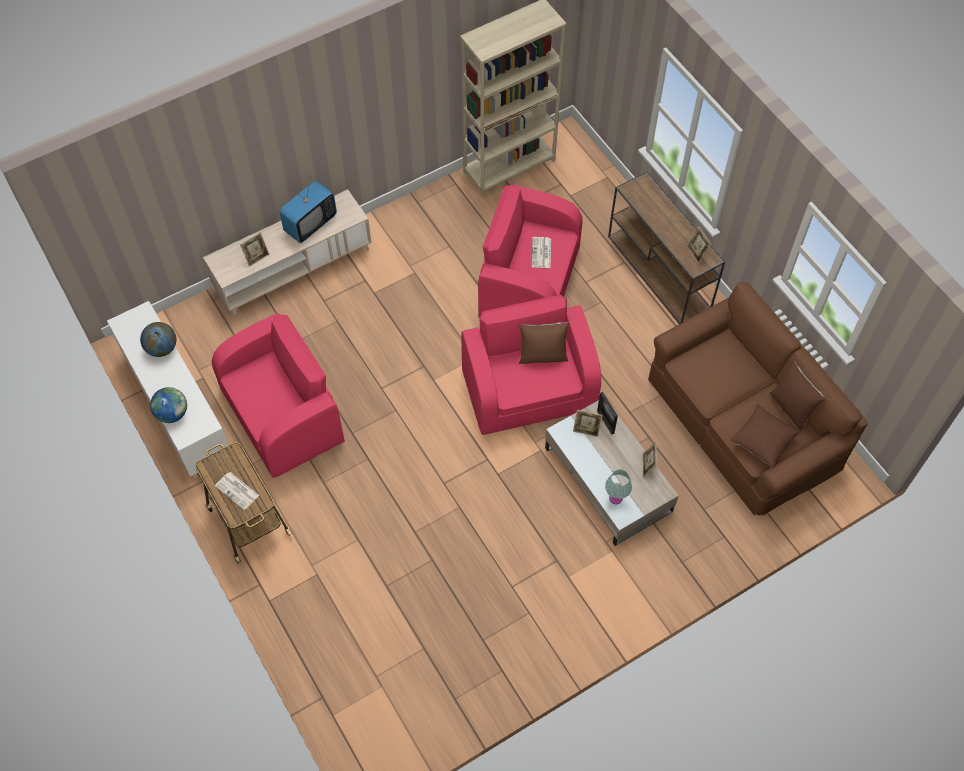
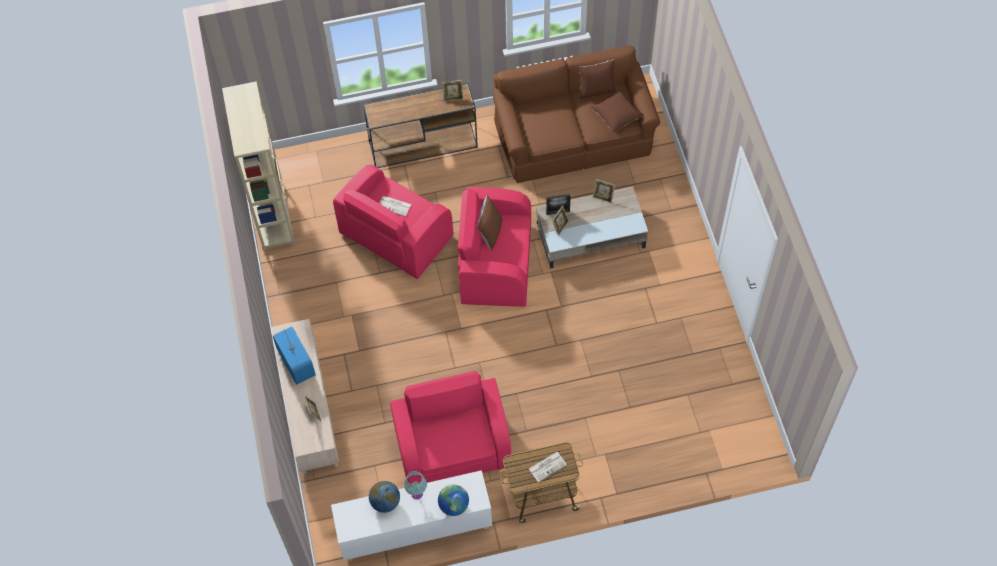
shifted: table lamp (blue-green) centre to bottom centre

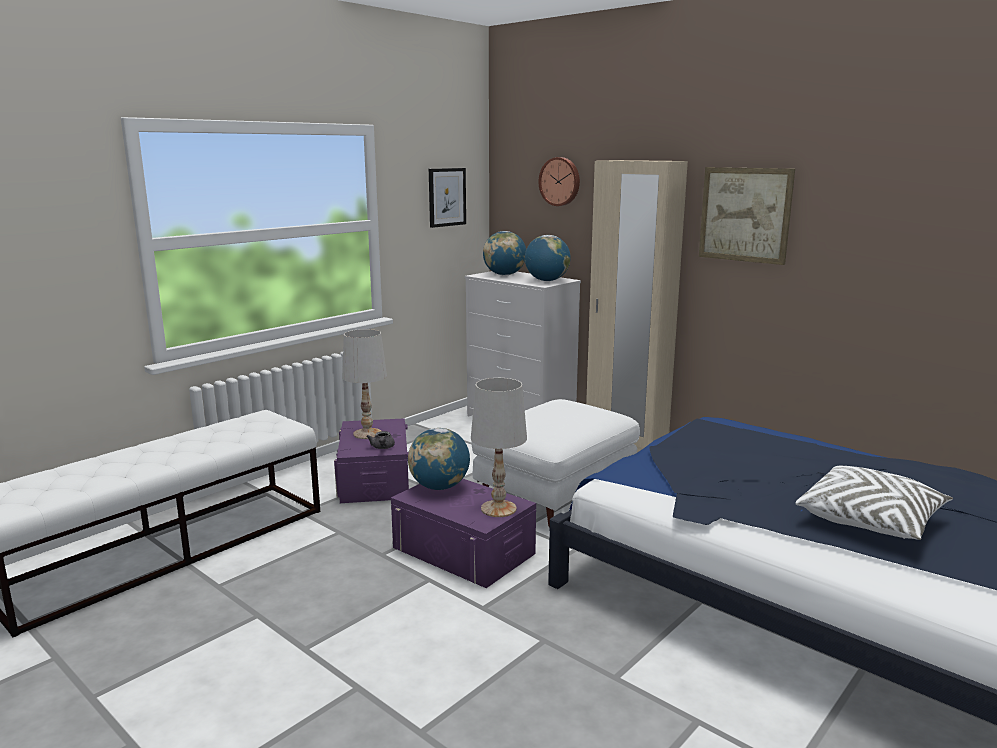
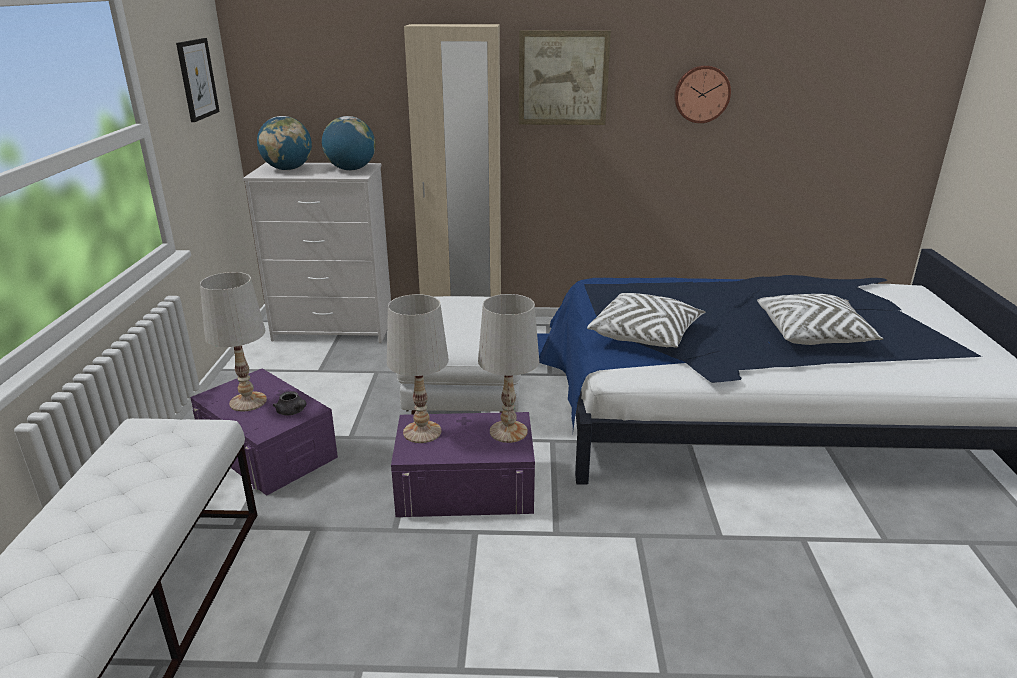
new: cushion (whitish) (no. 1 from left) centre
shifted: hanging clock top centre to top right
swapped: world globe (no. 1 from left) centre to table lamp (whitish) (no. 2 from left) centre

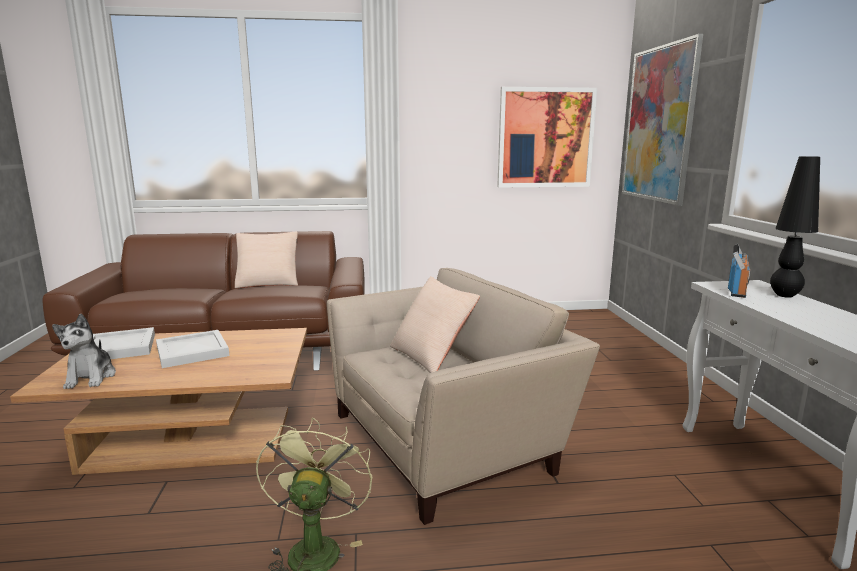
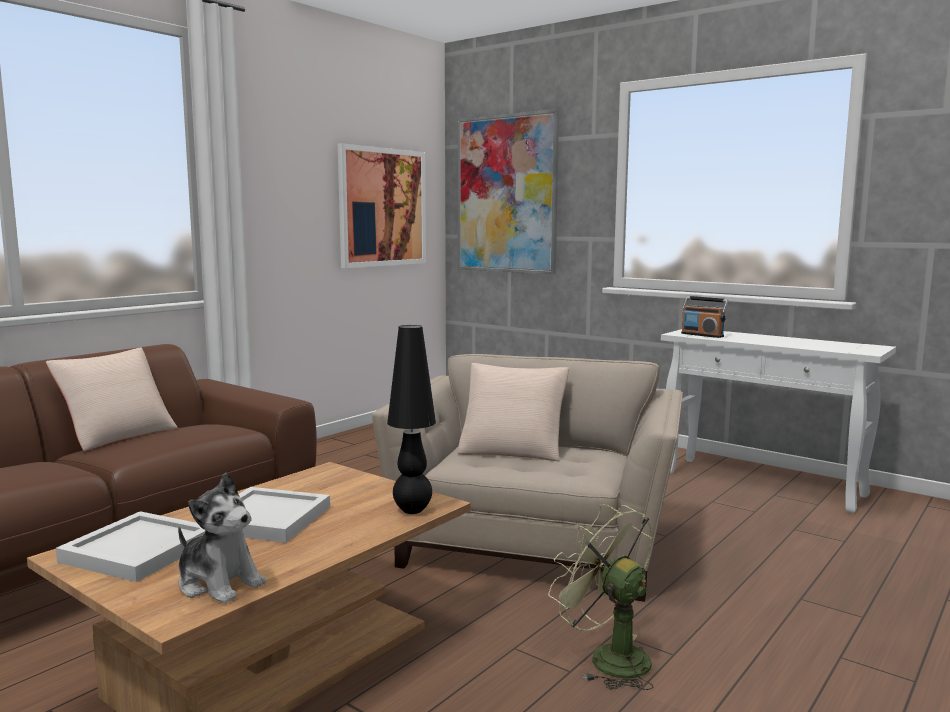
shifted: table lamp (black) middle right to centre
rotated: radio receiver middle right = middle right 150 degrees clockwise

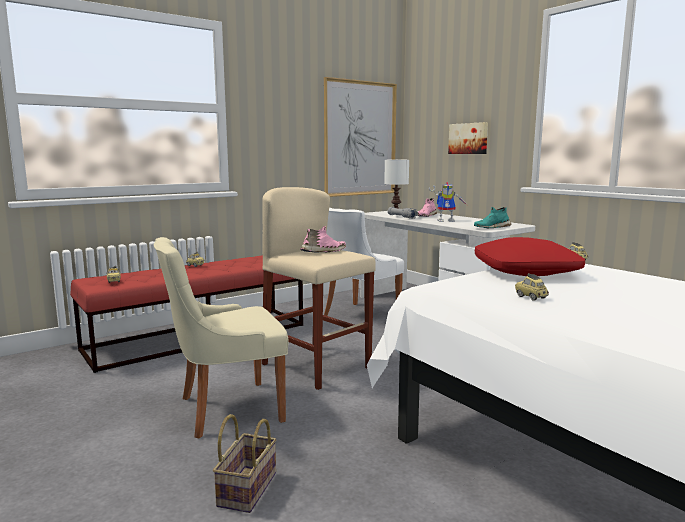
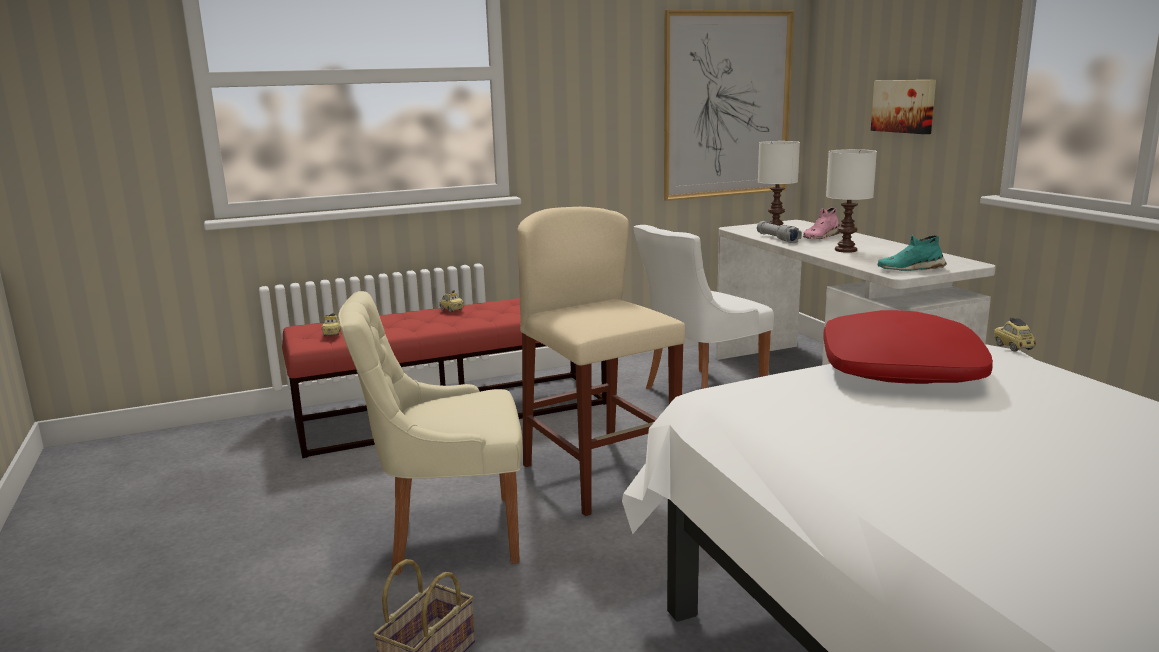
gone: shoe (pinkish) (no. 1 from left) centre; model car (no. 3 from left) middle right
swapped: model robot centre to table lamp (whitish) (no. 2 from left) top right

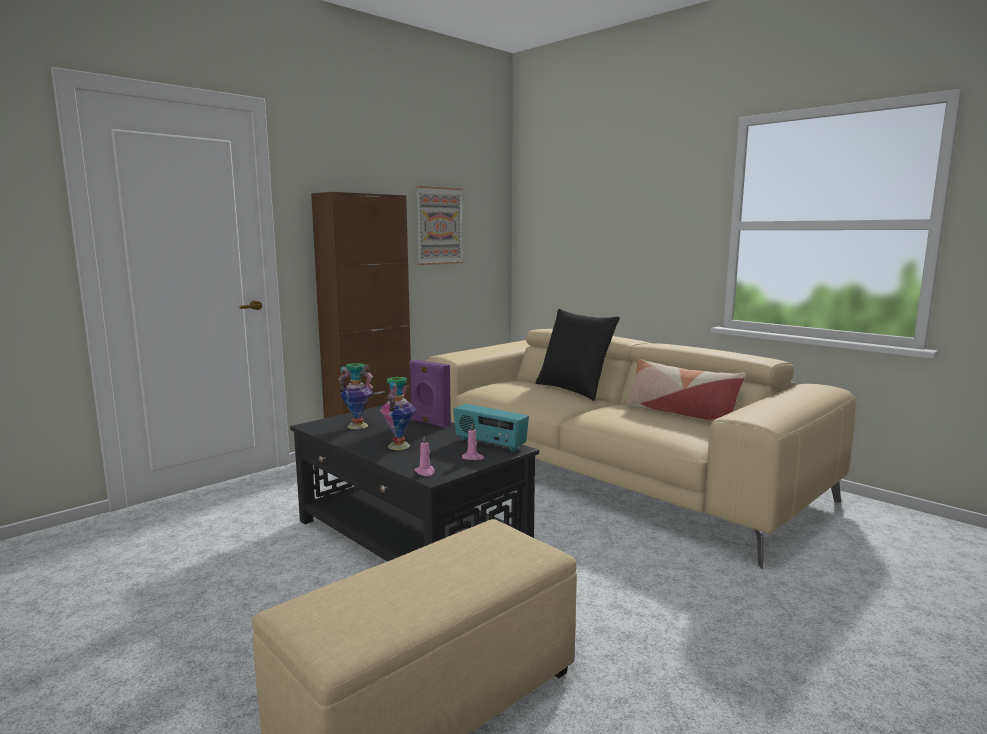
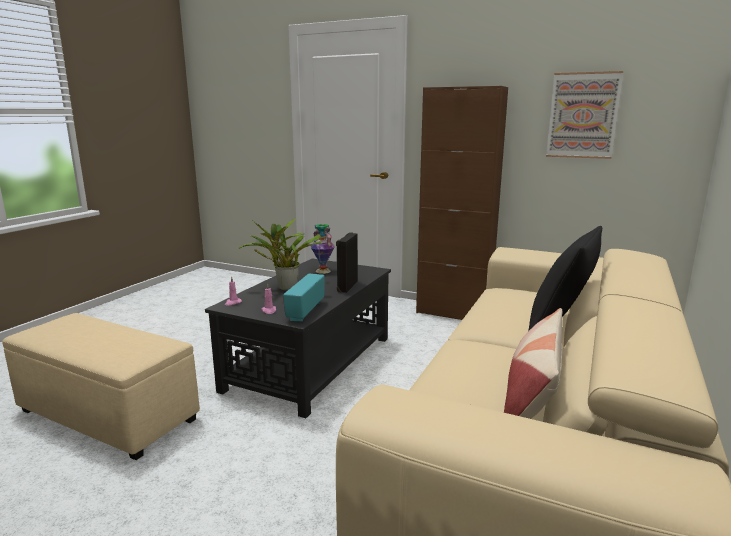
swapped: decorative vase (no. 2 from left) centre to plant in a pot centre
repainted: speaker (purplish) centre to speaker (black) centre

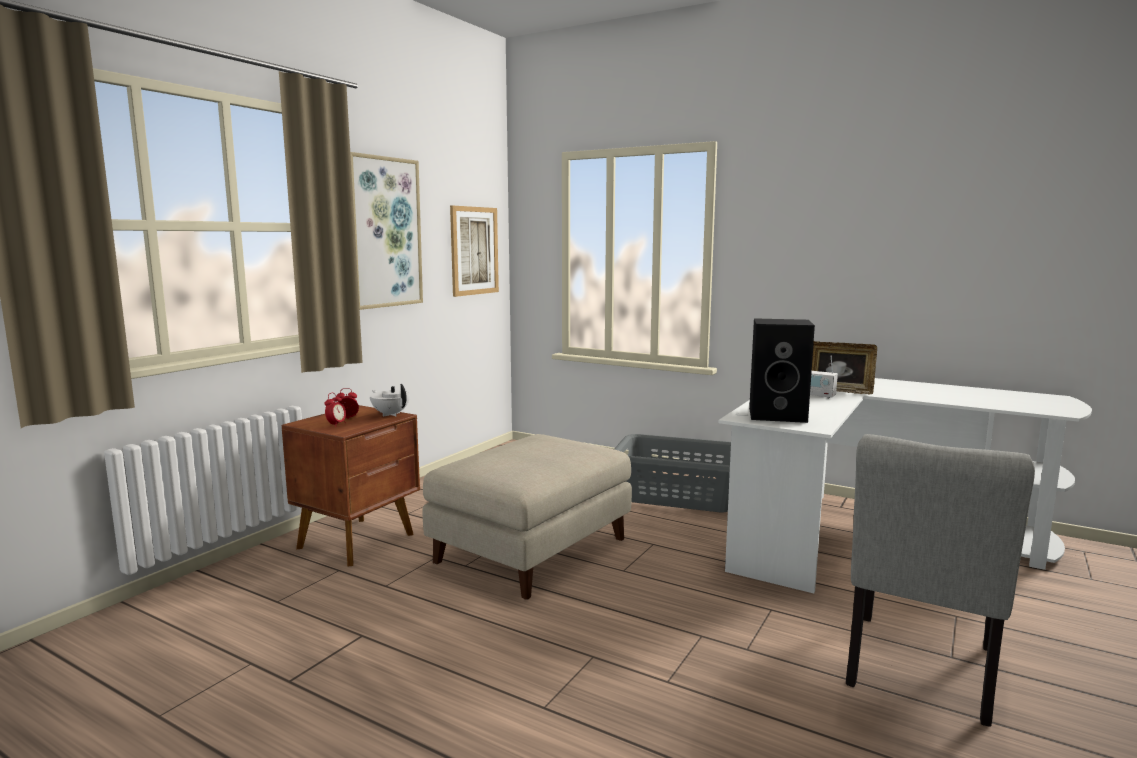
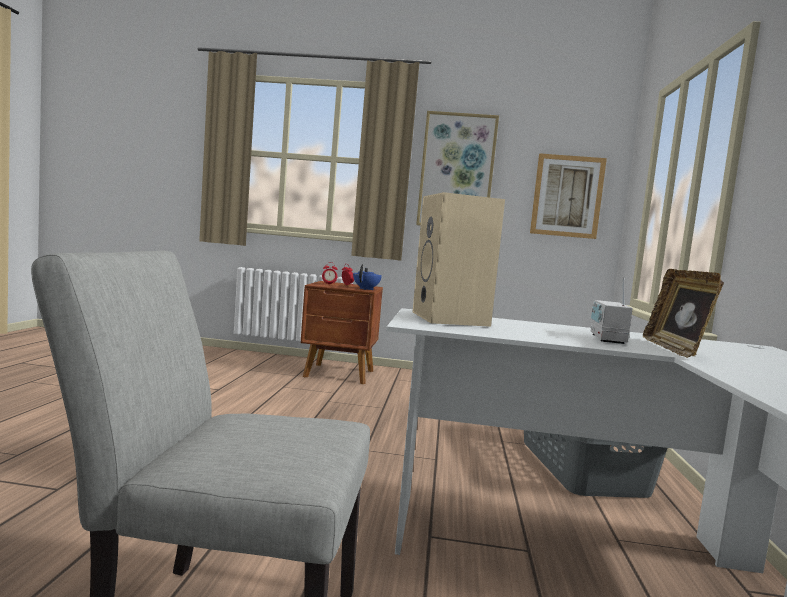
gone: ottoman (beige) bottom centre
repainted: pot for tea (whitish) centre to pot for tea (bluish) centre; speaker (black) middle right to speaker (beige) centre

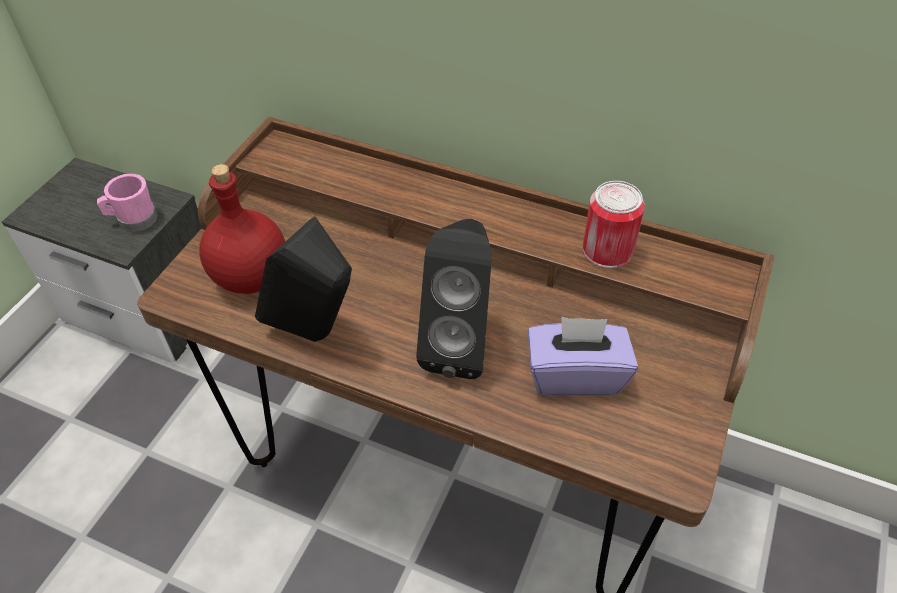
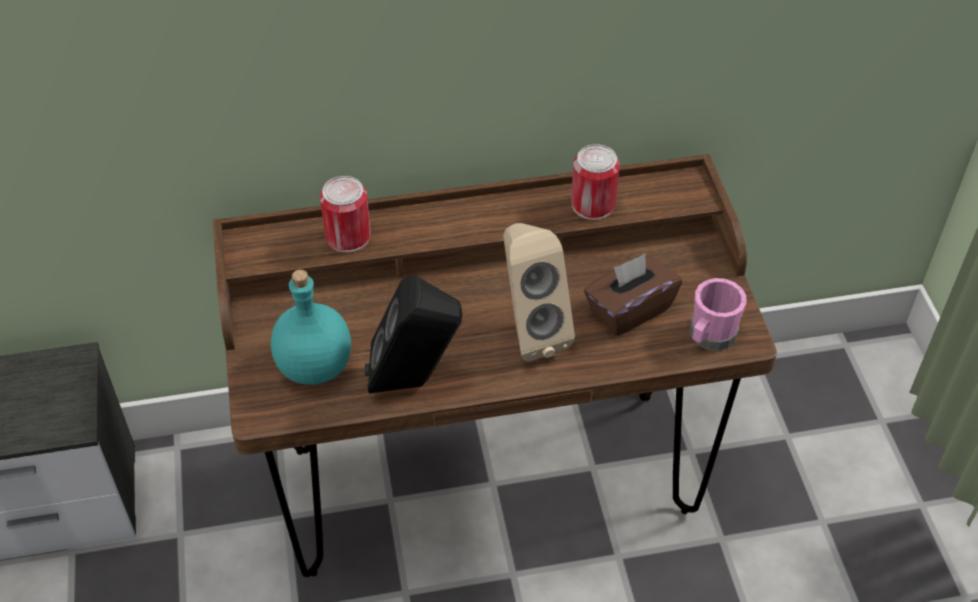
new: can (no. 1 from left) centre
shifted: mug (pinkish) middle left to middle right
repainted: bottle (reddish) middle left to bottle (blue-green) middle left; speaker (black) (no. 2 from left) centre to speaker (beige) centre; box of tissues (purplish) centre to box of tissues (brown-coloured) centre

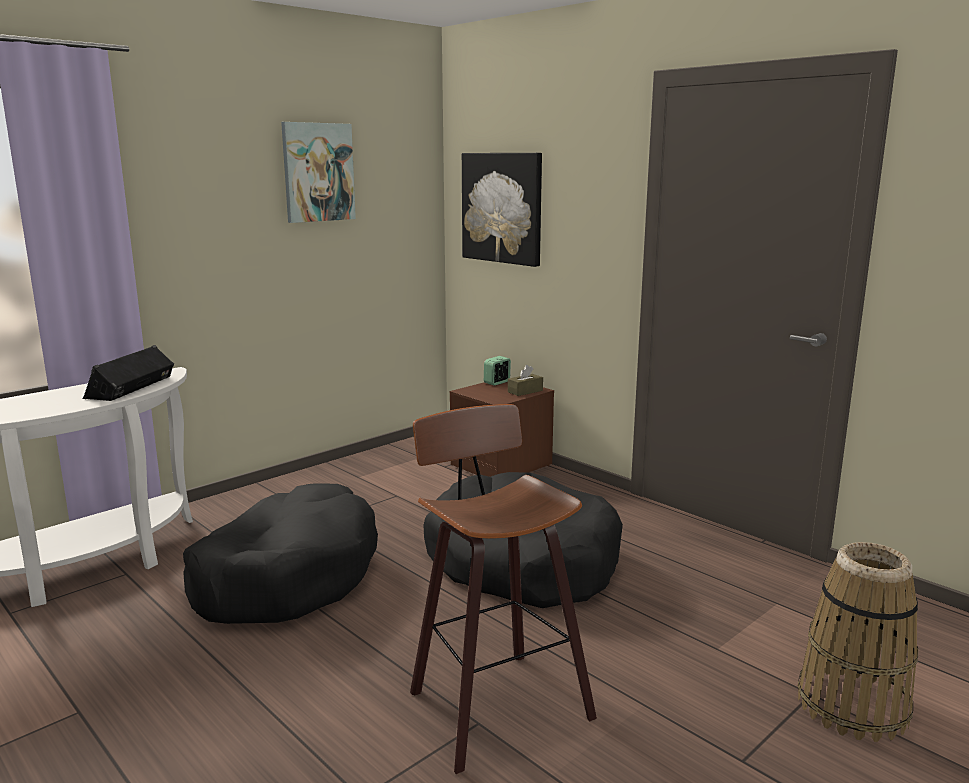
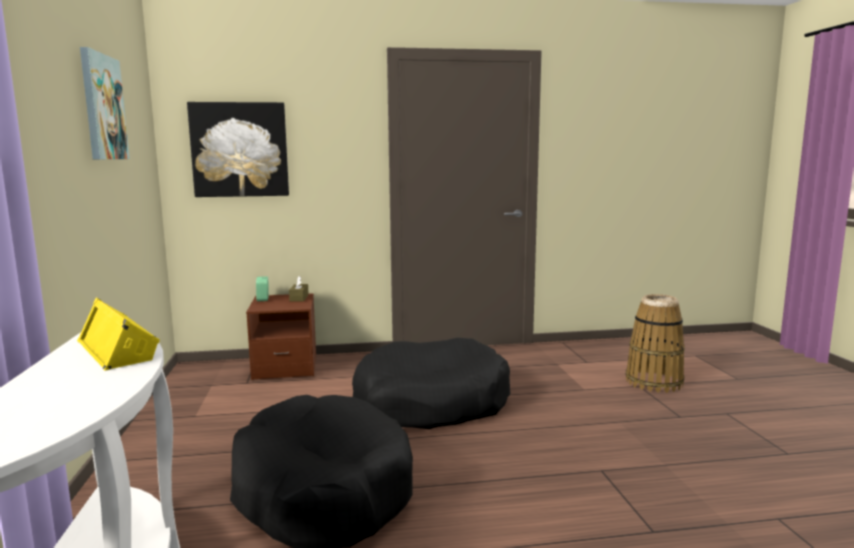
gone: sitting stool bottom centre
repainted: speaker (black) middle left to speaker (yellowish) middle left

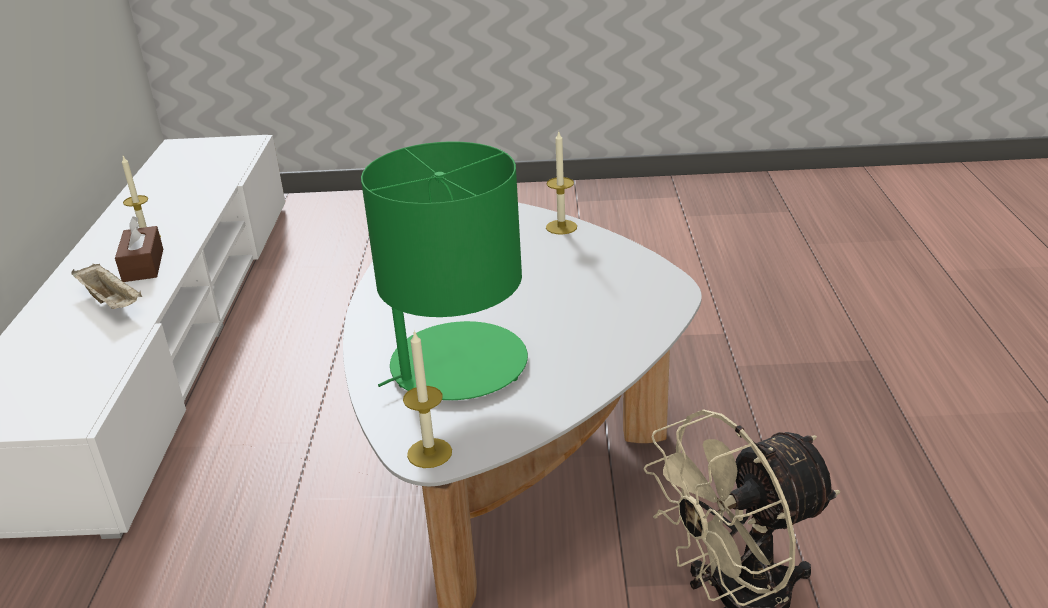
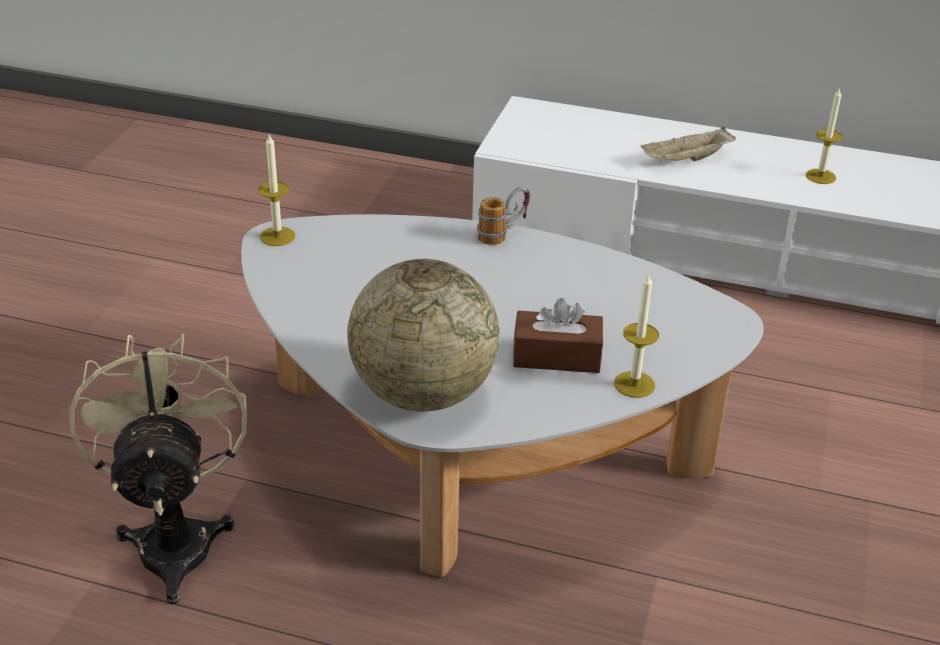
gone: table lamp (green-coloured) centre
new: world globe centre; mug centre
shifted: box of tissues (brown-coloured) middle left to centre

